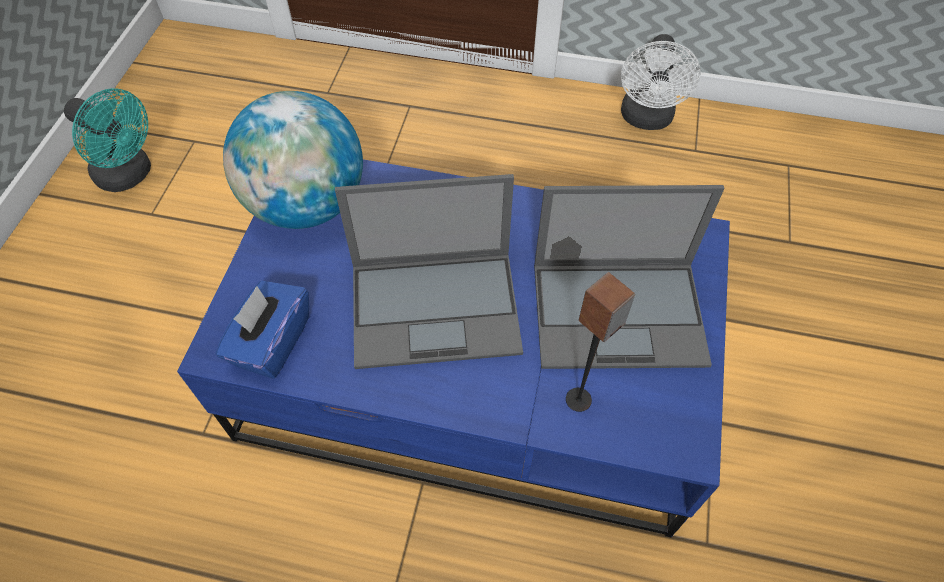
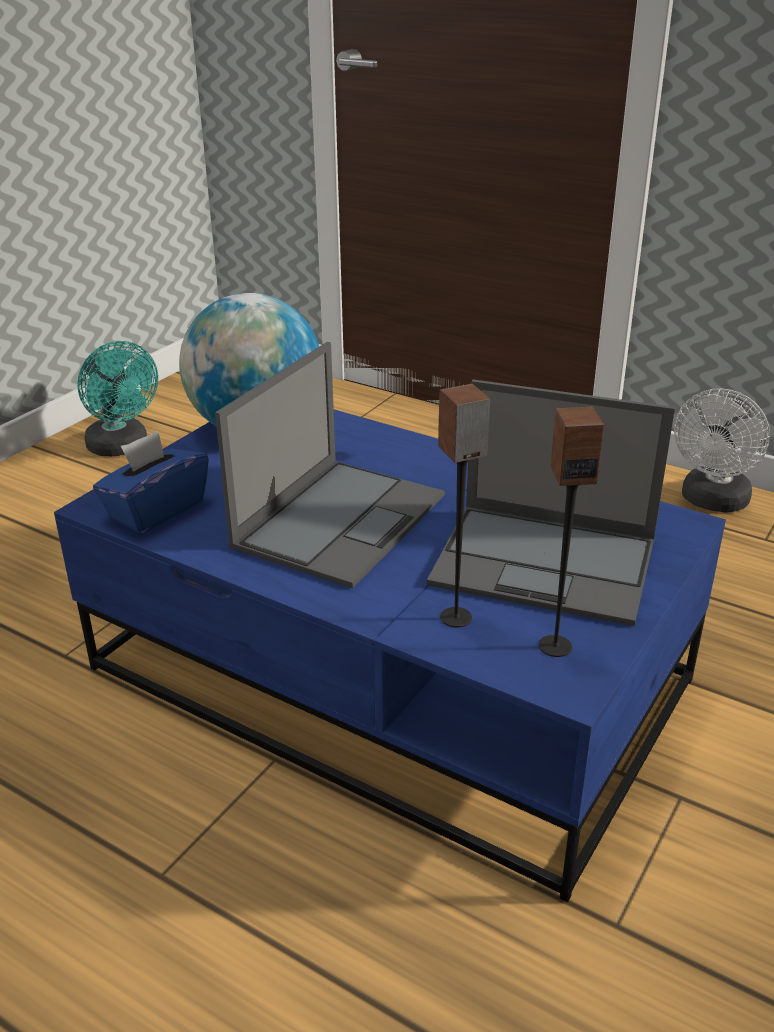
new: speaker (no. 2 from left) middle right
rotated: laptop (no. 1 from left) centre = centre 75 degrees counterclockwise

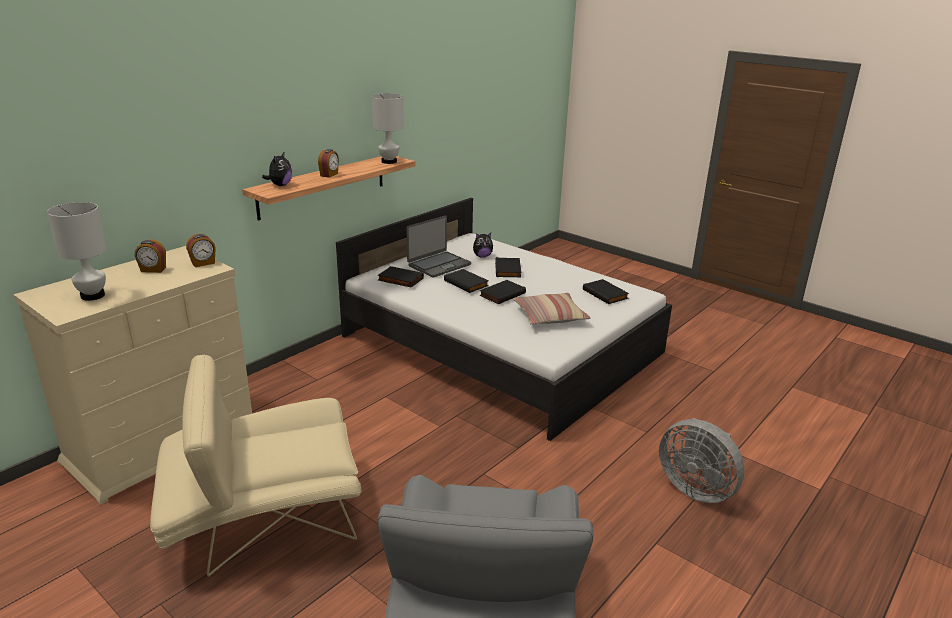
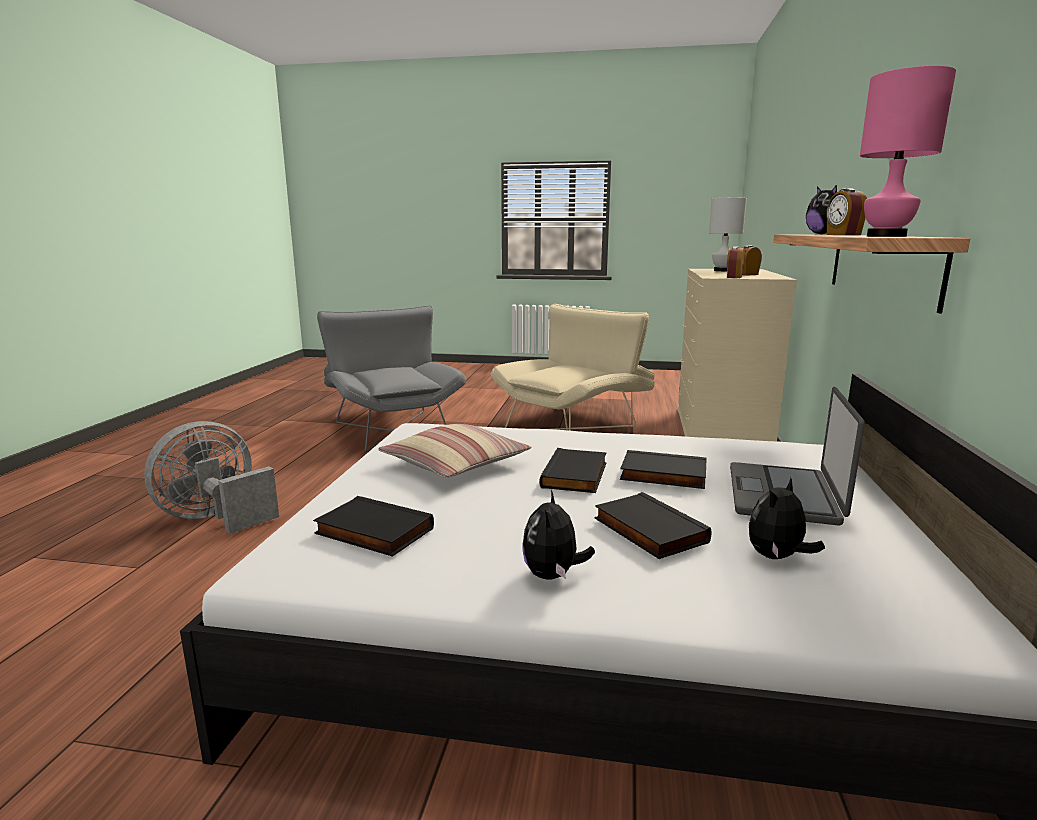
gone: bound book (black) (no. 1 from left) centre
new: cuddly toy (no. 1 from left) centre
repainted: table lamp (whitish) (no. 2 from left) top centre to table lamp (pinkish) top right
rotated: electric fan (gray) bottom right = middle left 60 degrees counterclockwise

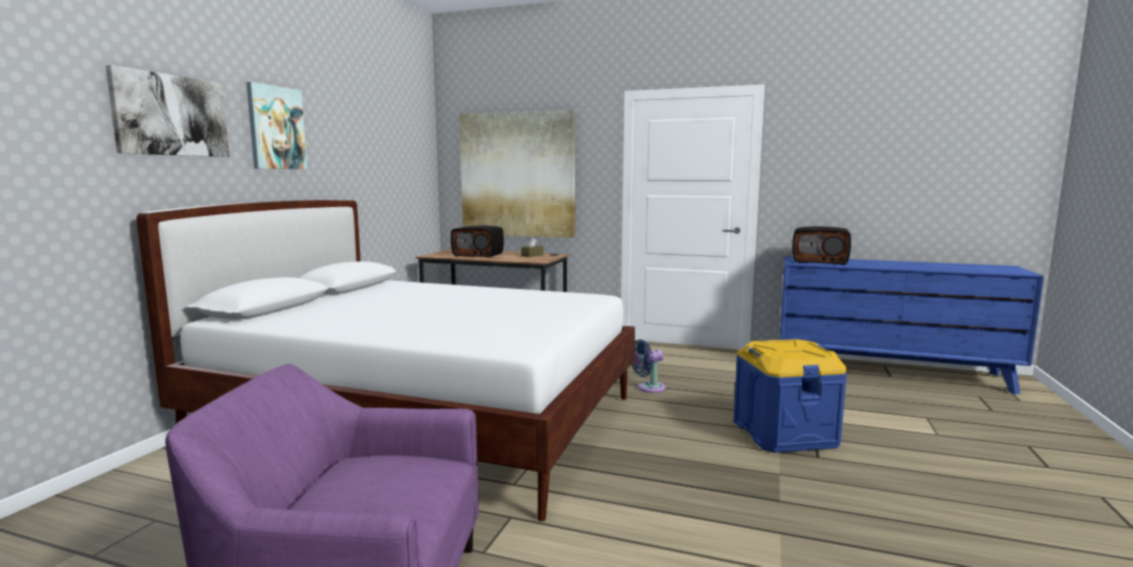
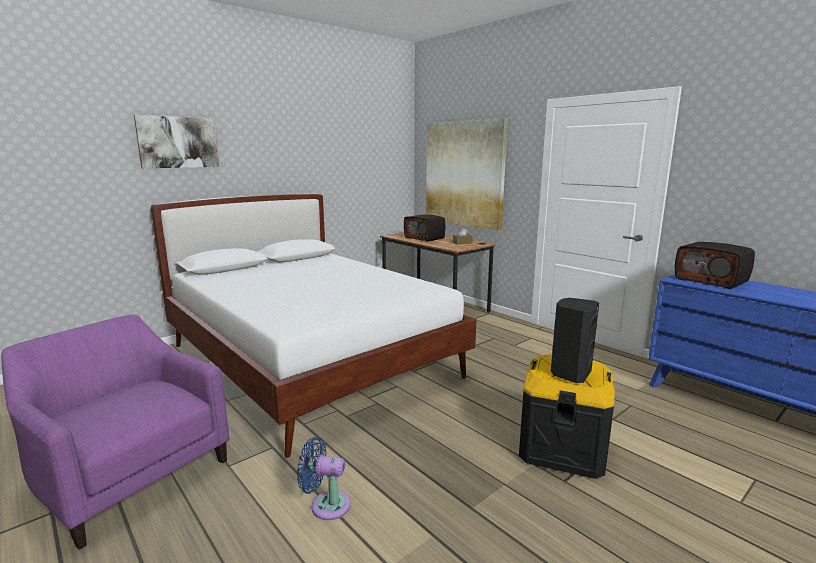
gone: wall picture (no. 2 from left) top left
new: speaker (black) middle right
shifted: electric fan (bluish) centre to bottom centre
repainted: storage box (bluish) bottom right to storage box (black) bottom right

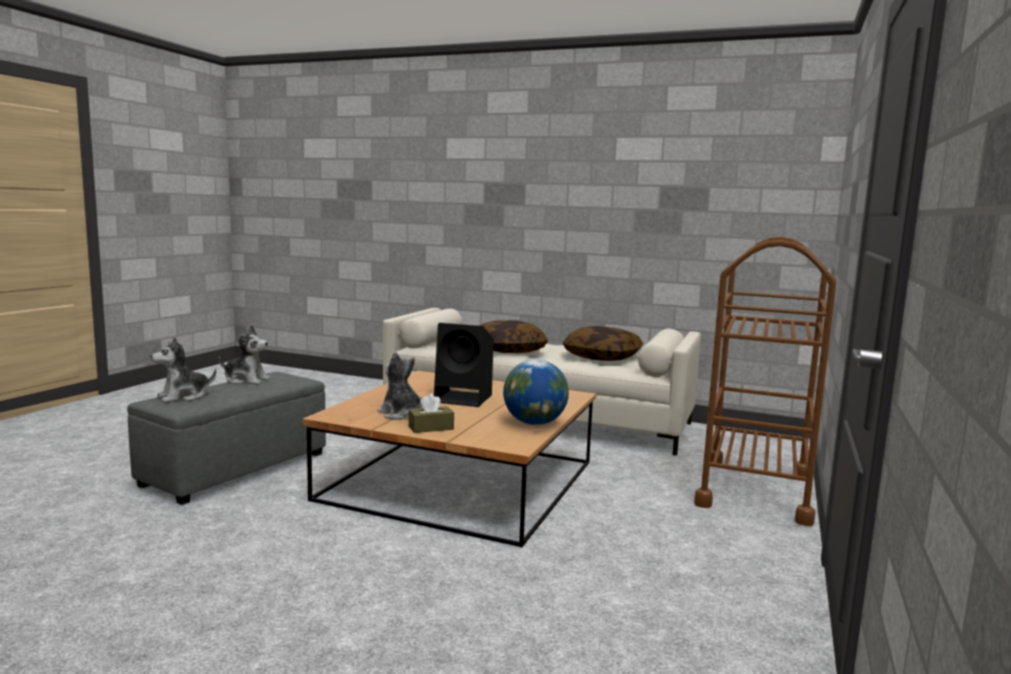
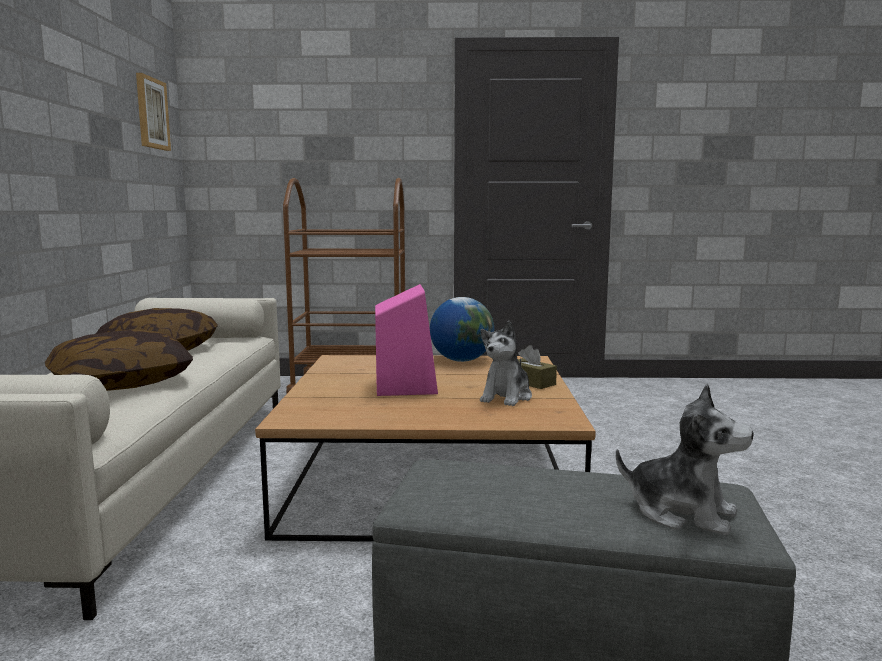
gone: cuddly toy (no. 2 from left) middle left
new: wall picture top left
repainted: speaker (black) centre to speaker (pinkish) centre

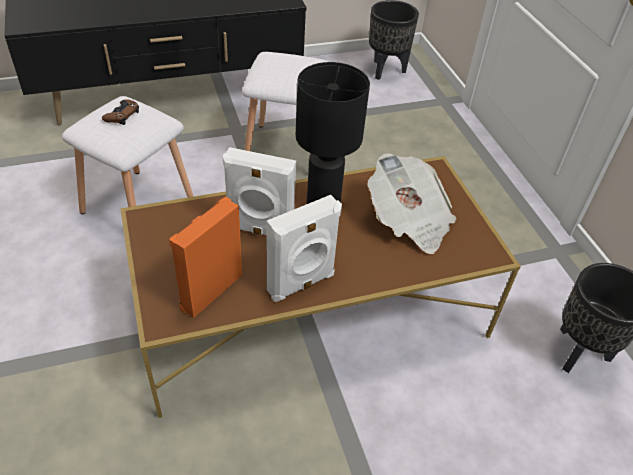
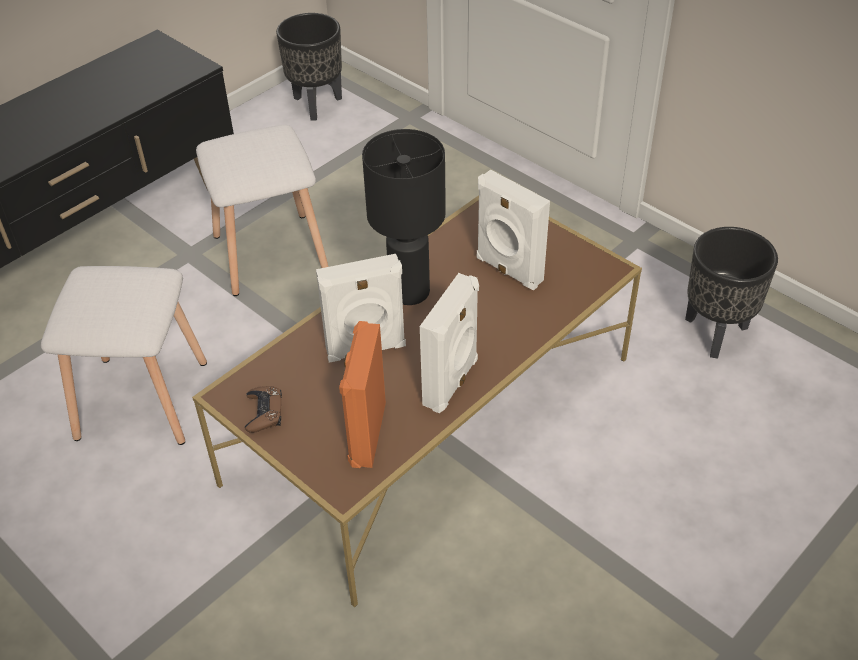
shifted: joypad (brown-coloured) top left to middle left
swapped: newspaper centre to speaker (whitish) (no. 3 from left) centre

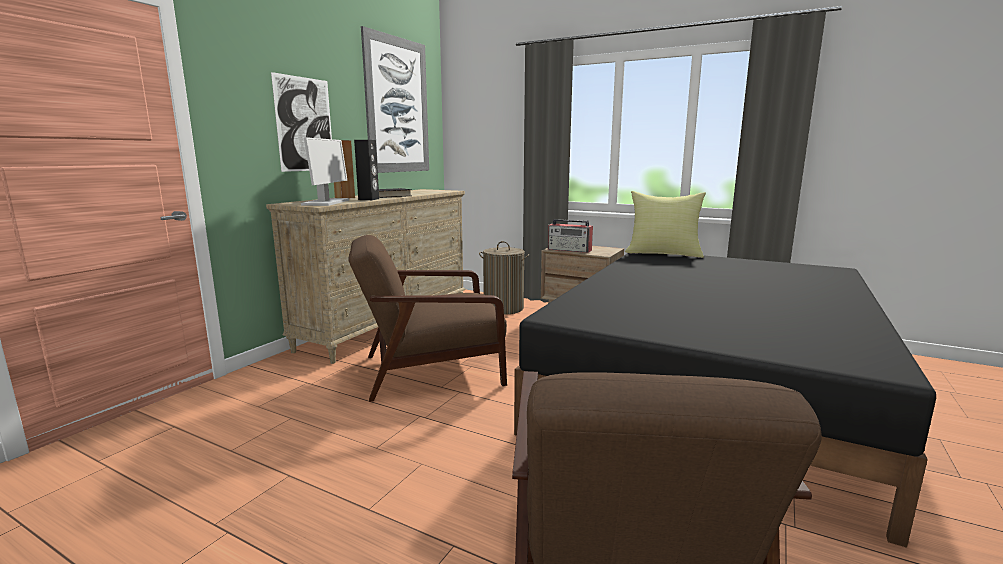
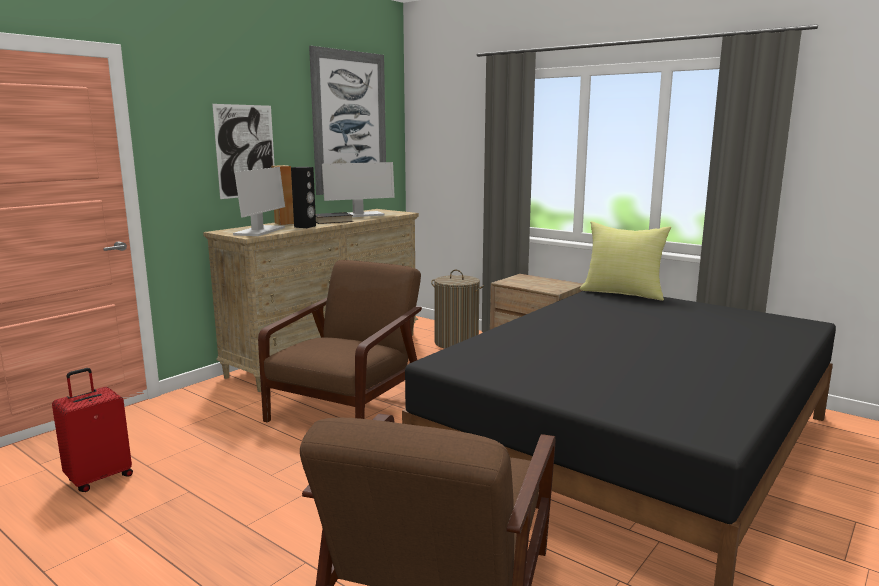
gone: radio receiver centre
new: suitcase (reddish) bottom left; monitor (no. 2 from left) top centre
rotated: lounge chair (brown-coloured) (no. 1 from left) centre = centre 120 degrees clockwise

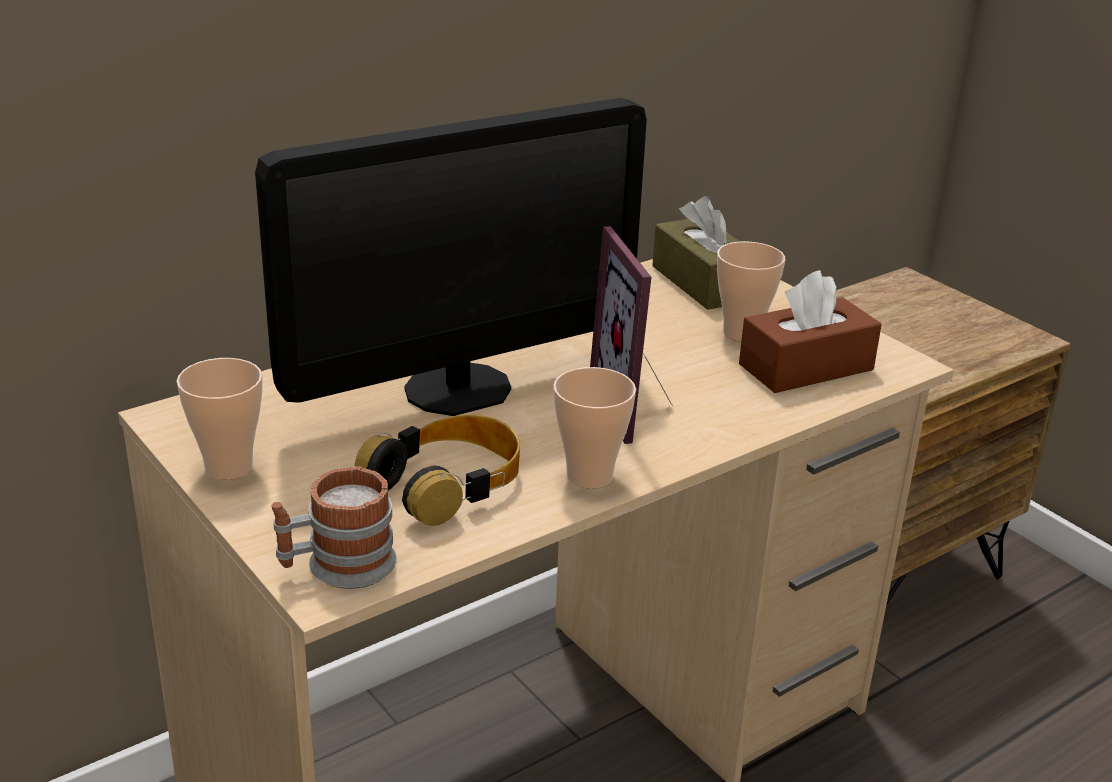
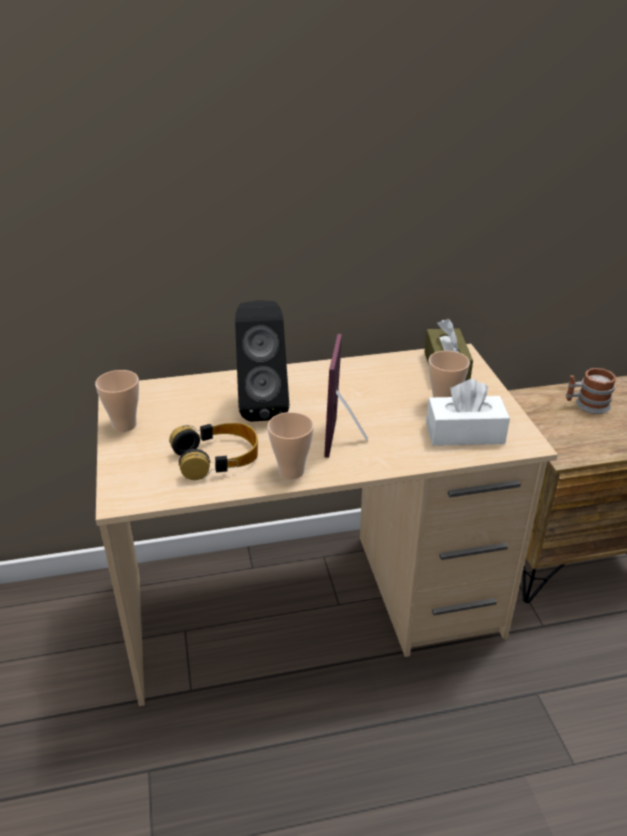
shifted: mug bottom left to middle right
swapped: monitor top centre to speaker (black) centre
repainted: box of tissues (brown-coloured) (no. 2 from left) middle right to box of tissues (whitish) middle right

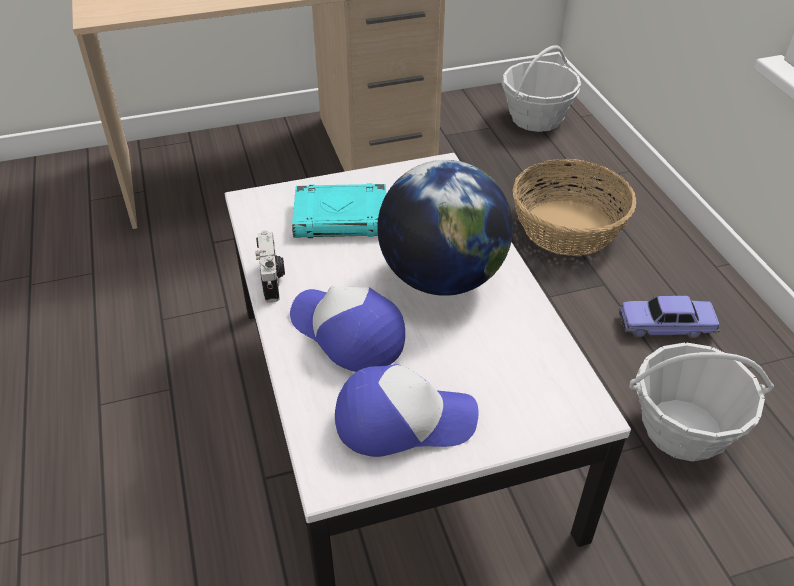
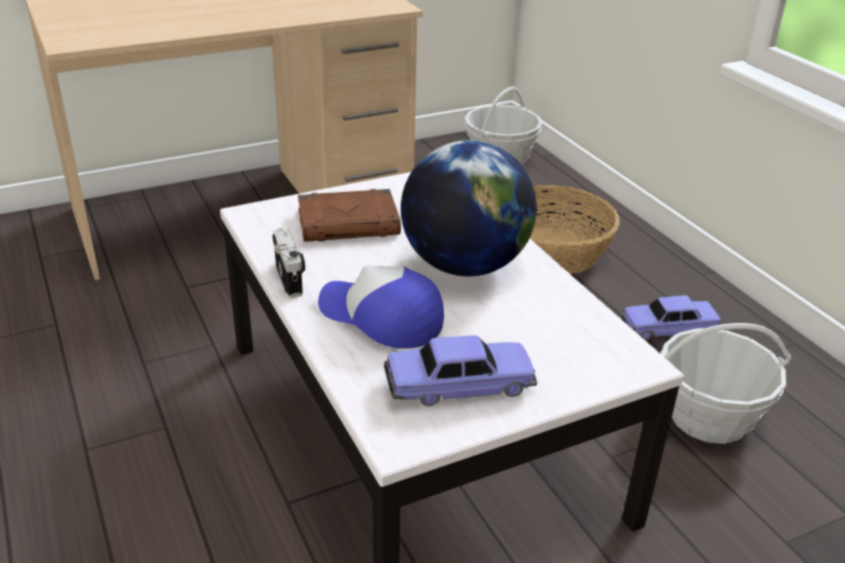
swapped: baseball cap (no. 2 from left) bottom centre to model car (no. 1 from left) centre
repainted: bound book (blue-green) centre to bound book (brown-coloured) centre

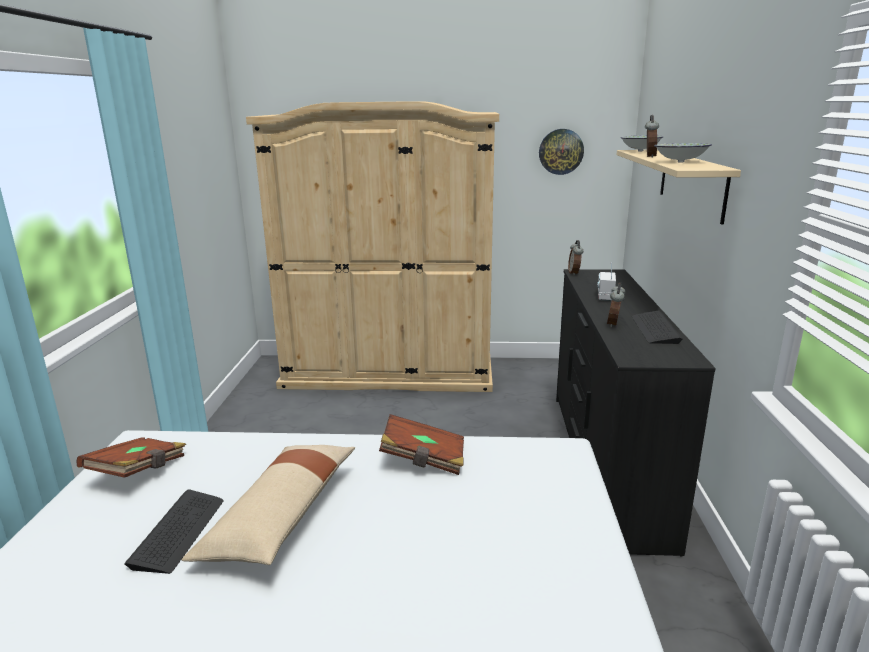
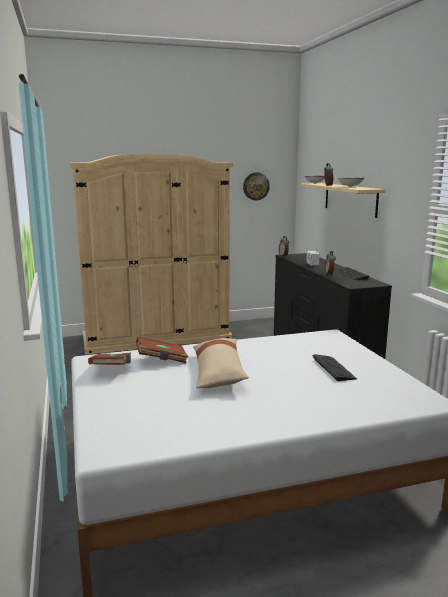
shifted: bound book (brown-coloured) (no. 2 from left) bottom centre to centre; keyboard (no. 1 from left) bottom left to middle right

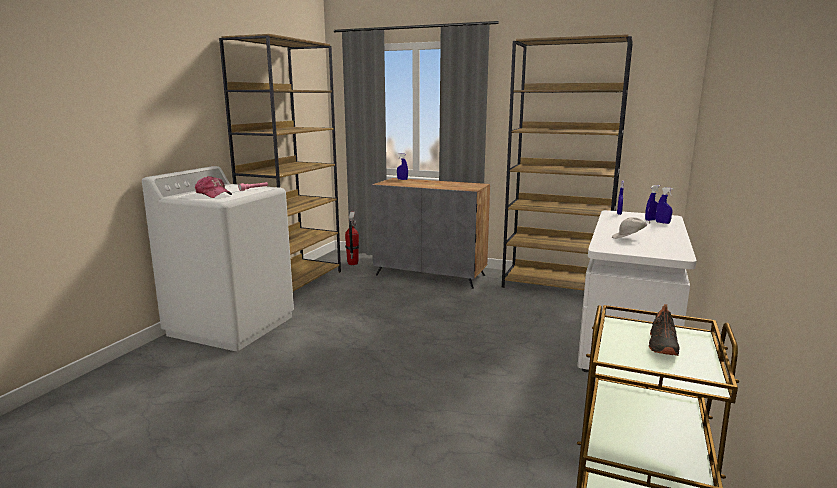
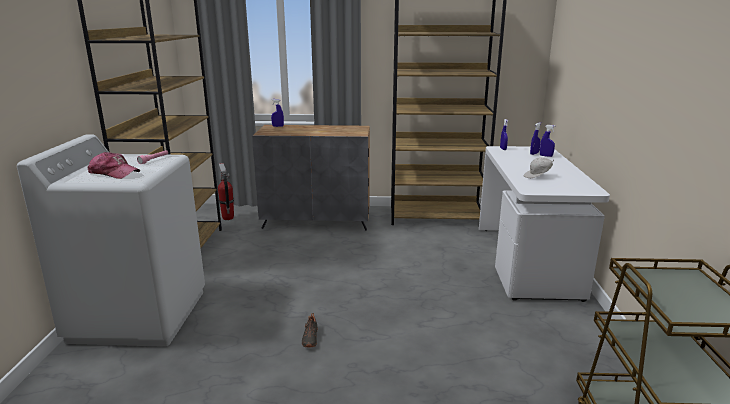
shifted: shoe (black) bottom right to bottom centre

